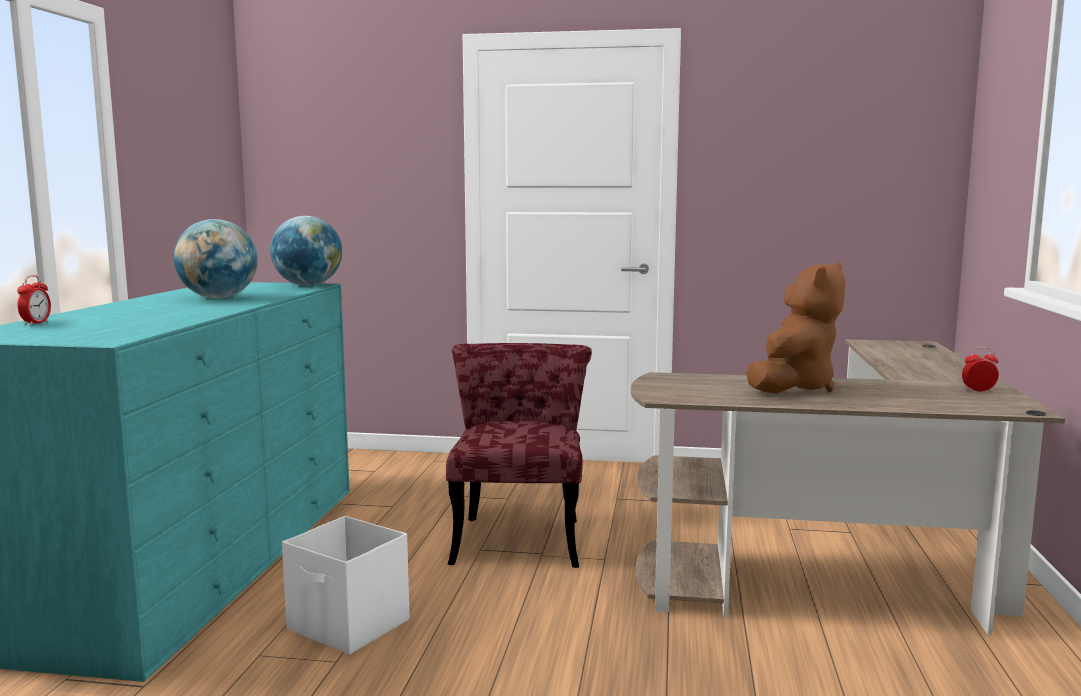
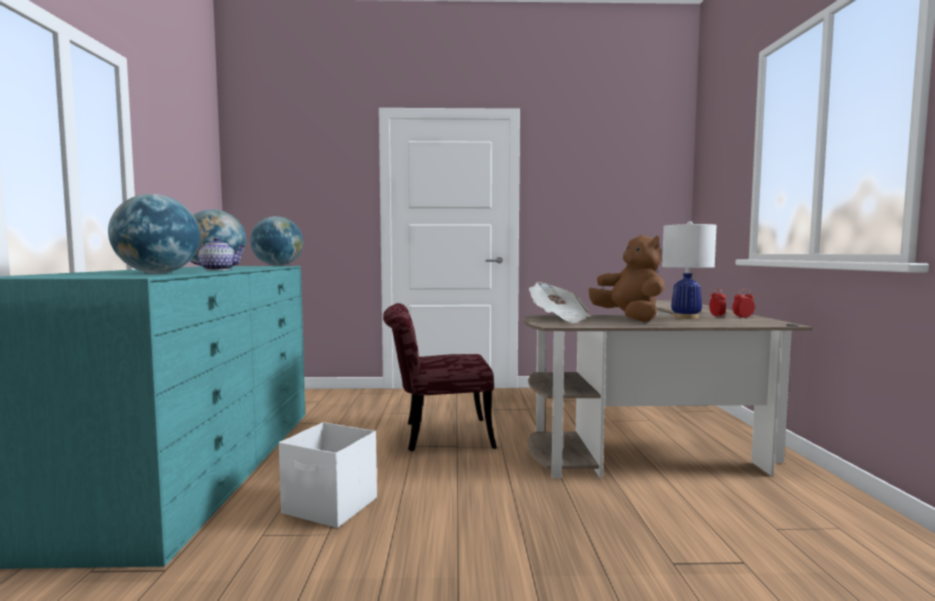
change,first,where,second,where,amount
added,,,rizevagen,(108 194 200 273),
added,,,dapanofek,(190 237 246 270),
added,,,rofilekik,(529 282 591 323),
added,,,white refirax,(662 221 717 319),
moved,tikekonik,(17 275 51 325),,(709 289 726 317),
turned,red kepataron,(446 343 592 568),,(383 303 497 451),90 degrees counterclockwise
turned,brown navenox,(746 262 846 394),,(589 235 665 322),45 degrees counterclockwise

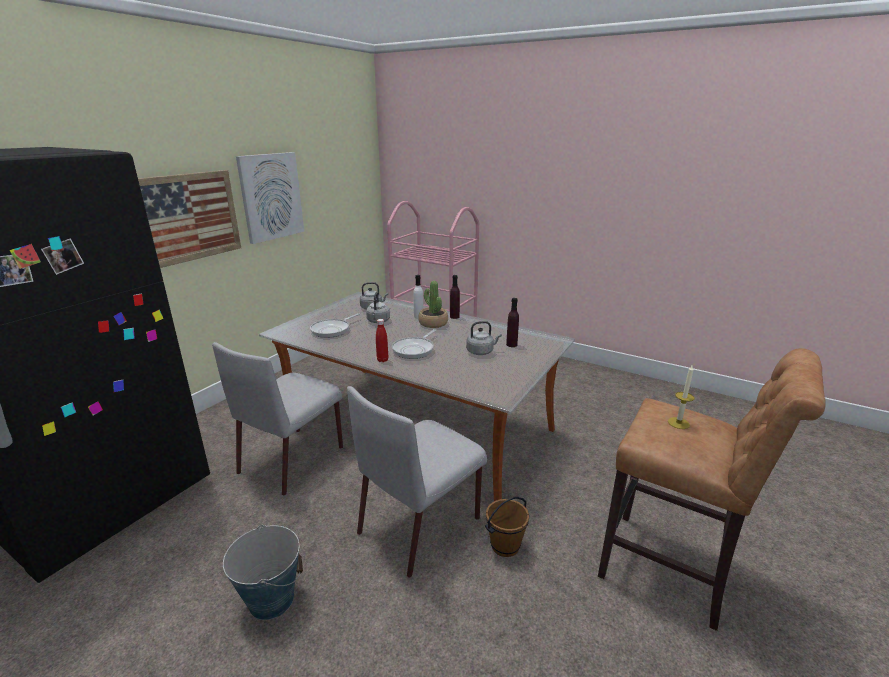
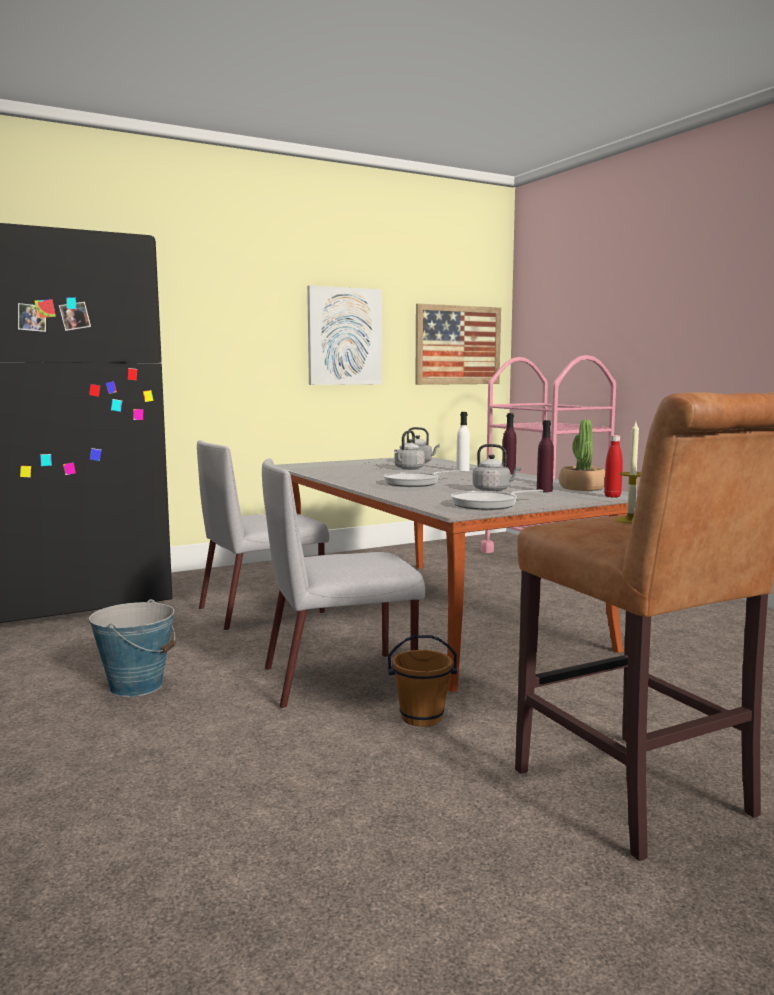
change,first,where,second,where,amount
moved,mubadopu,(138 170 241 268),,(415 304 501 385),
moved,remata,(310 313 360 338),,(451 490 543 510),
moved,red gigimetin,(376 319 388 362),,(604 435 623 497),
moved,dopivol,(418 281 448 328),,(559 419 605 491),

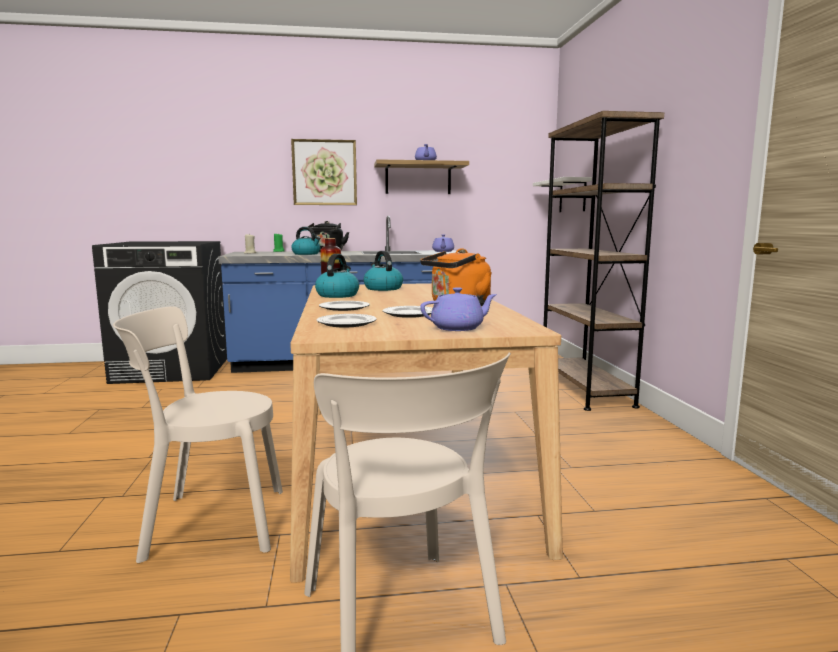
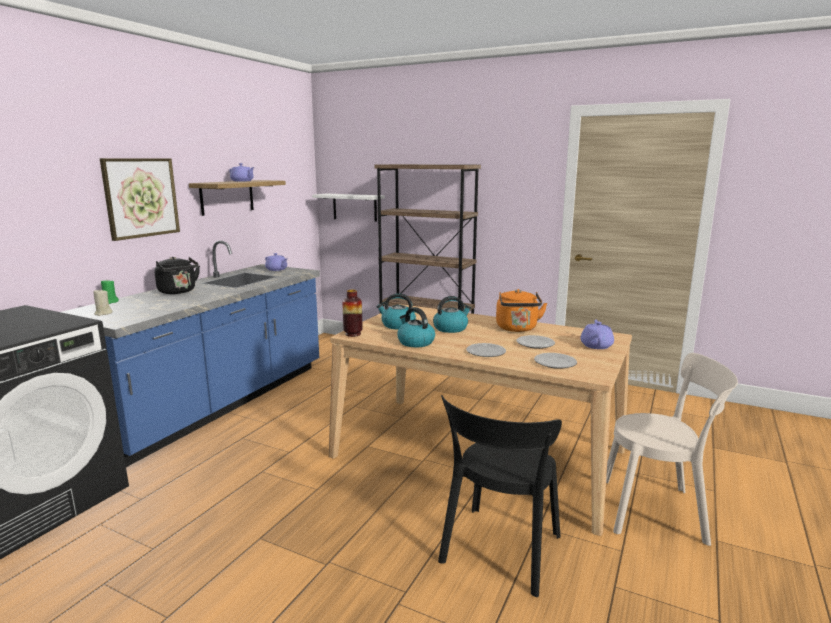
change,first,where,second,where,amount
moved,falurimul,(291 227 321 255),,(433 296 471 333),
recoloured,beige kepataron,(113 306 283 563),black kepataron,(438 395 562 597),

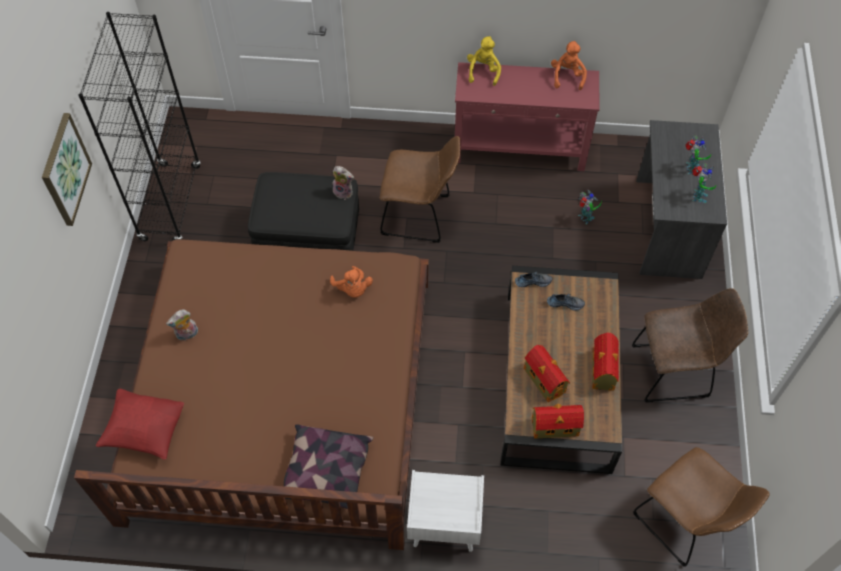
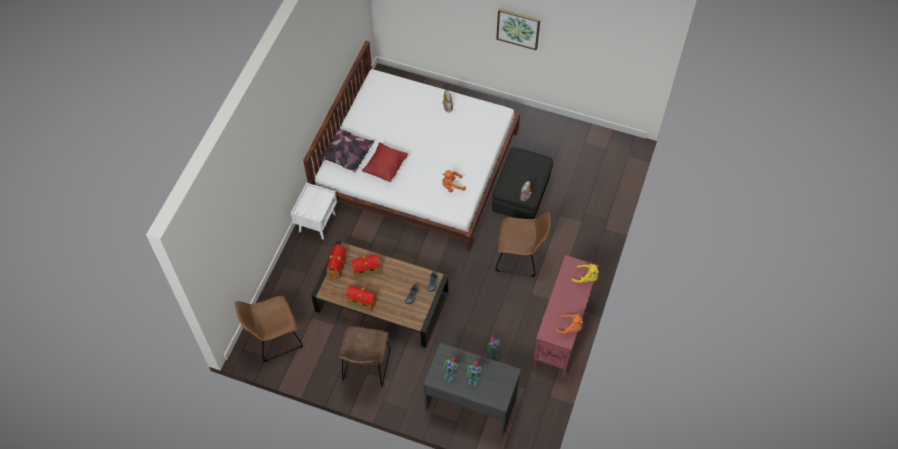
change,first,where,second,where,amount
removed,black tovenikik,(78 12 201 241),,,
moved,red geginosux,(96 389 184 460),,(362 142 408 182),
recoloured,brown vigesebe,(74 239 429 550),white vigesebe,(303 41 520 251),
turned,brown kepataron,(380 136 460 243),,(495 212 551 277),105 degrees counterclockwise

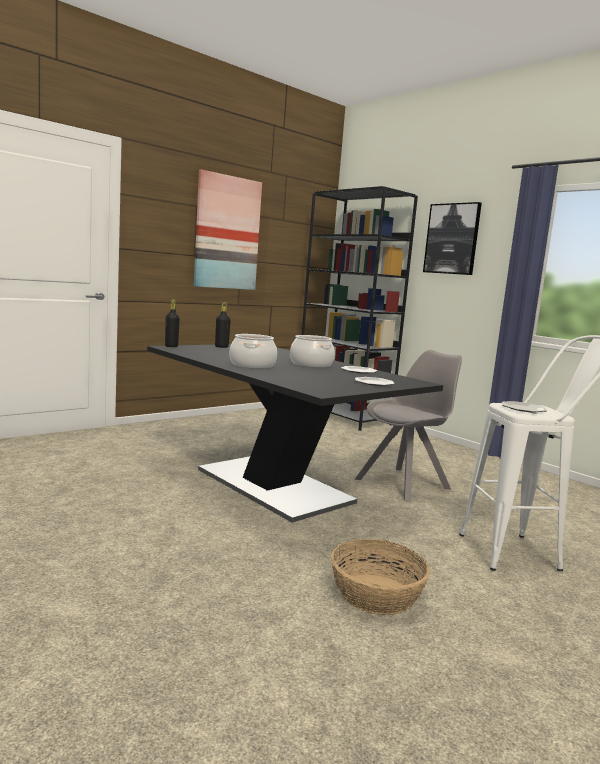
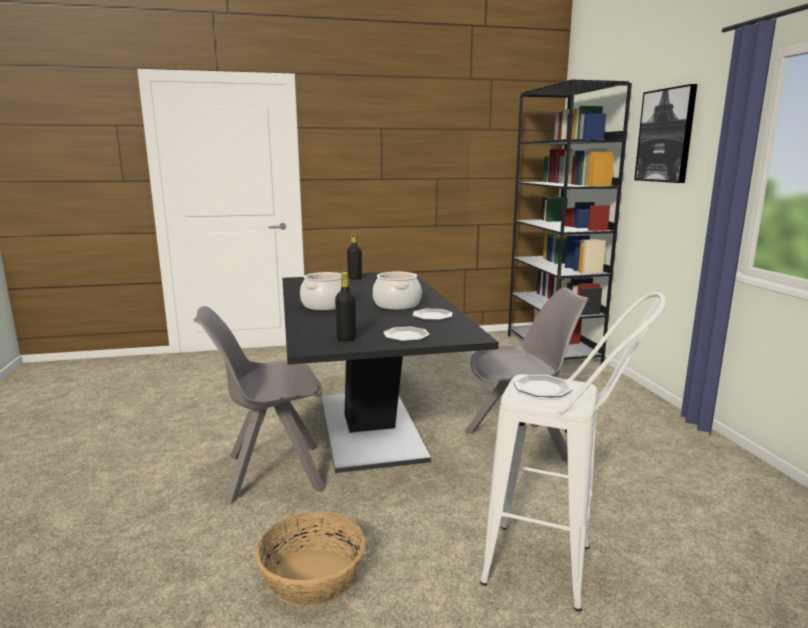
change,first,where,second,where,amount
removed,mubadopu,(194 169 262 290),,,
added,,,grey kepataron,(194 306 326 504),
moved,black gigimetin,(165 299 180 347),,(335 272 356 342),

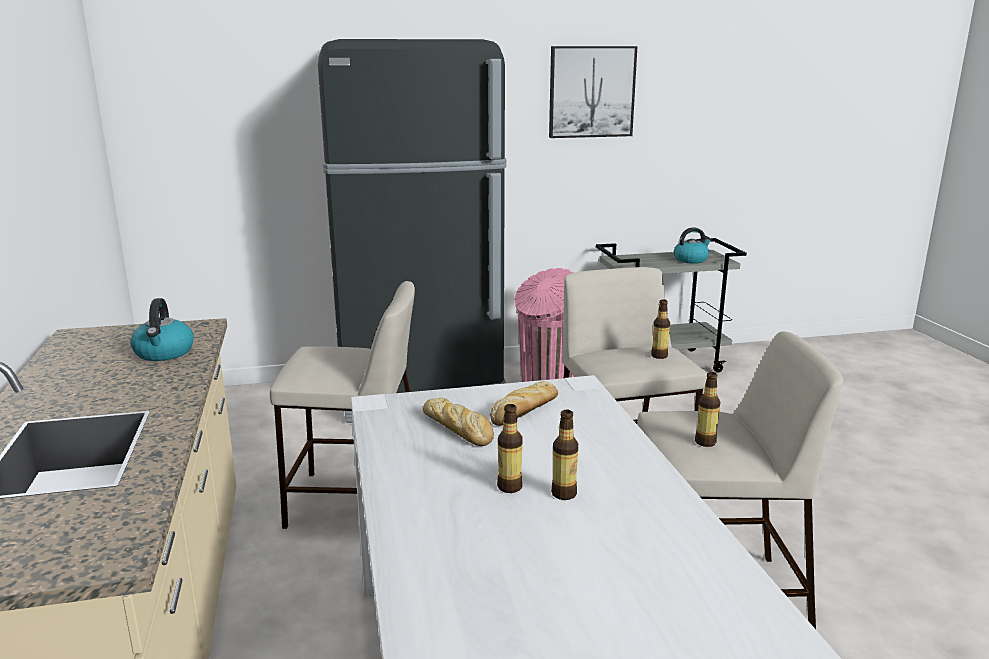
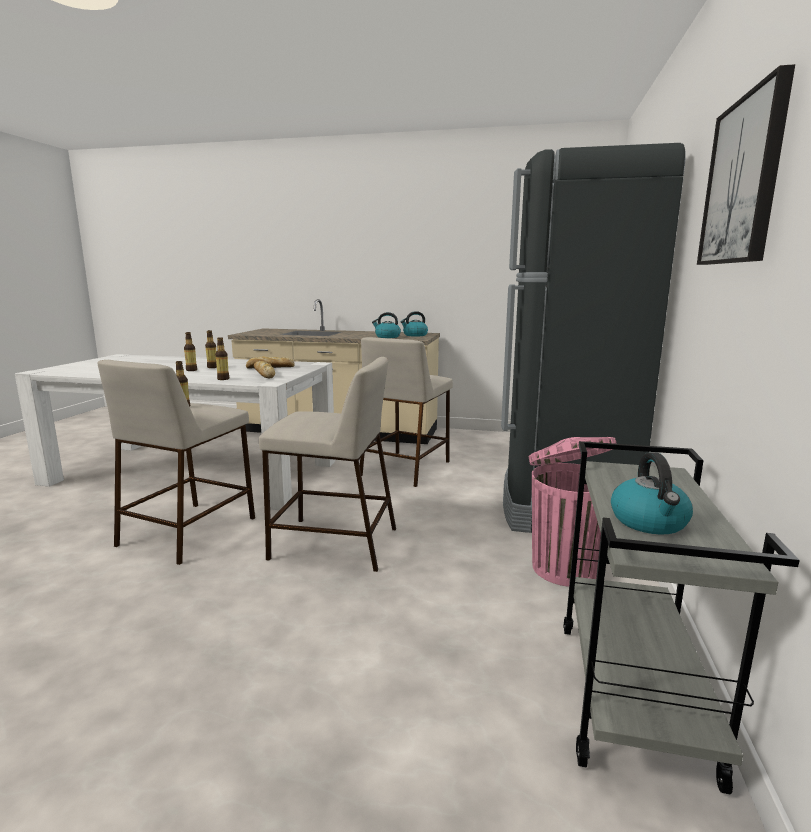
change,first,where,second,where,amount
added,,,falurimul,(400 311 428 336),
moved,gigimetin,(651 299 670 359),,(215 337 229 380),

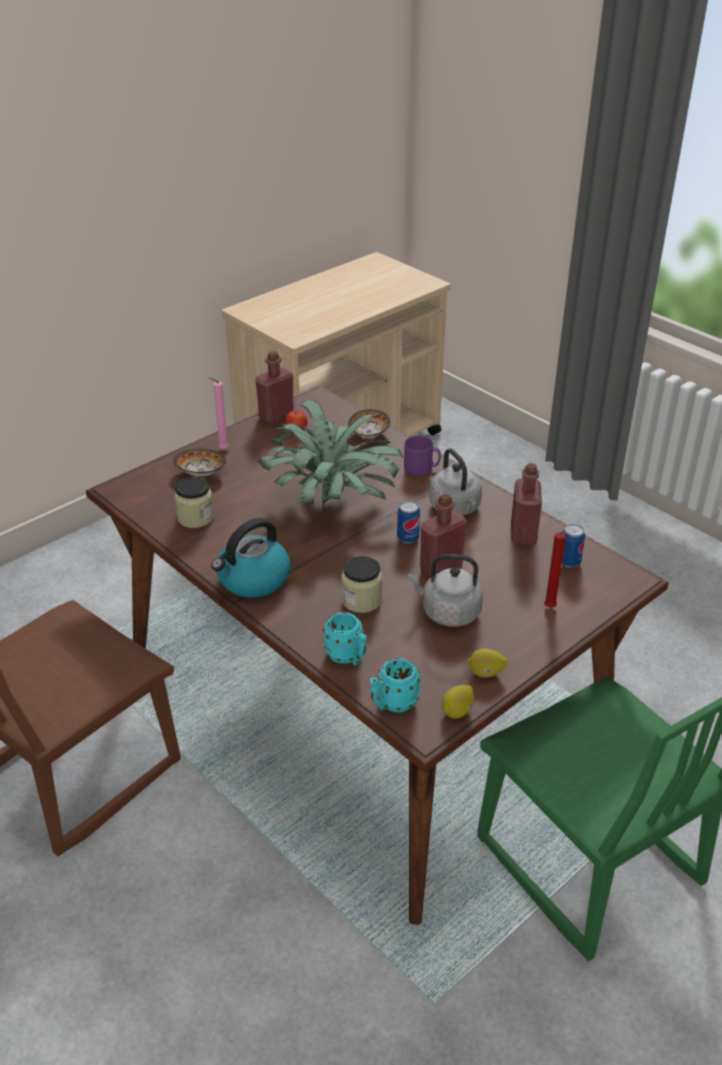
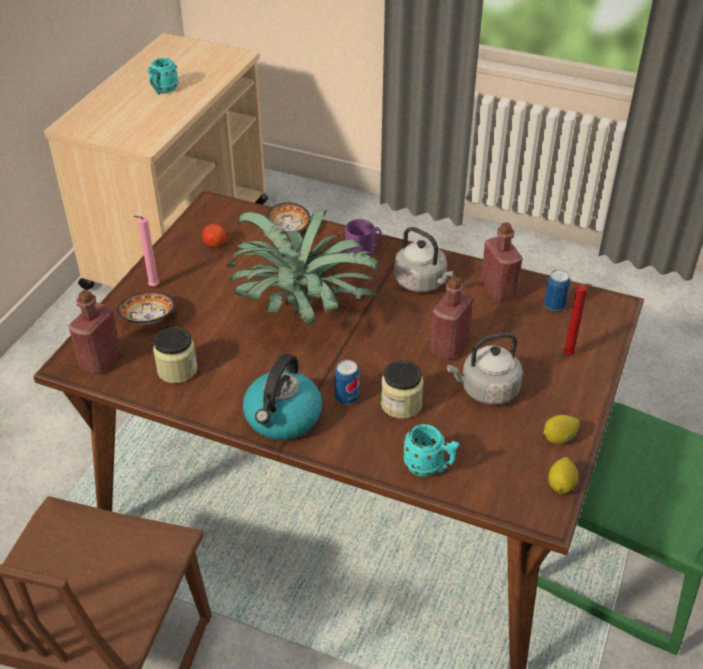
change,first,where,second,where,amount
moved,red gigimetin,(255 351 294 424),,(68 290 121 374),
moved,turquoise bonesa,(369 658 420 712),,(147 58 178 94),
moved,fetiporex,(397 501 420 543),,(335 360 360 404),

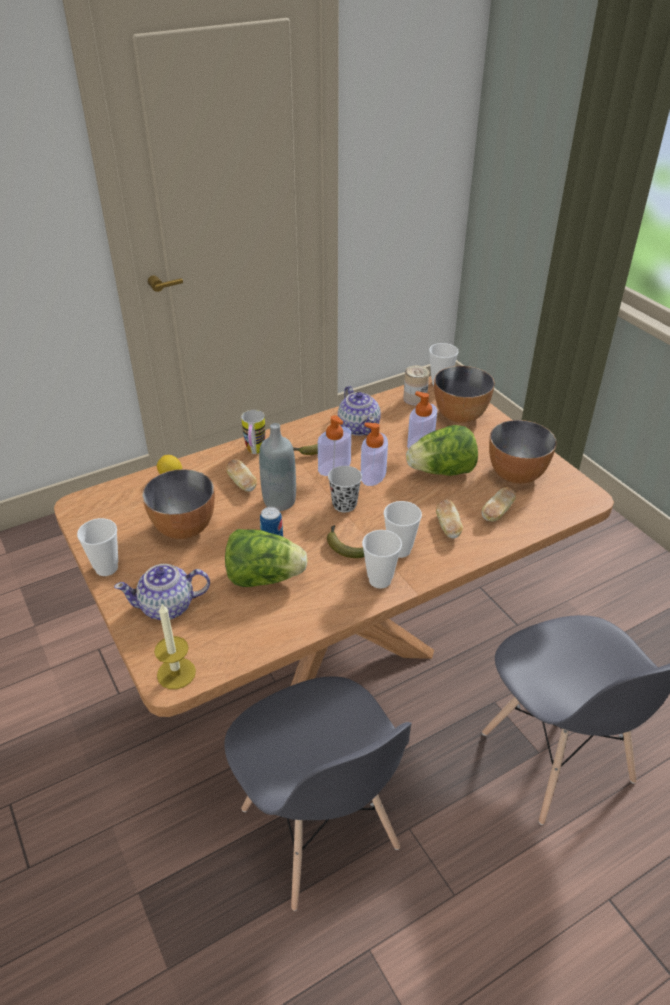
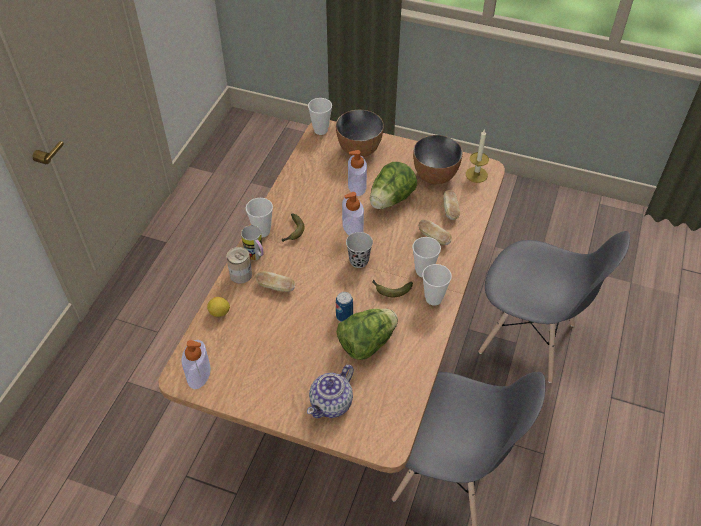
change,first,where,second,where,amount
removed,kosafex,(142 469 215 539),,,
removed,grey gigimetin,(259 423 296 511),,,
removed,dapanofek,(338 386 381 436),,,
moved,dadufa,(77 518 118 576),,(246 198 273 237),
moved,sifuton,(154 604 196 689),,(466 129 489 183),
moved,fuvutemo,(318 415 351 476),,(181 340 211 389),
moved,fetiporex,(403 366 429 406),,(226 247 252 284),

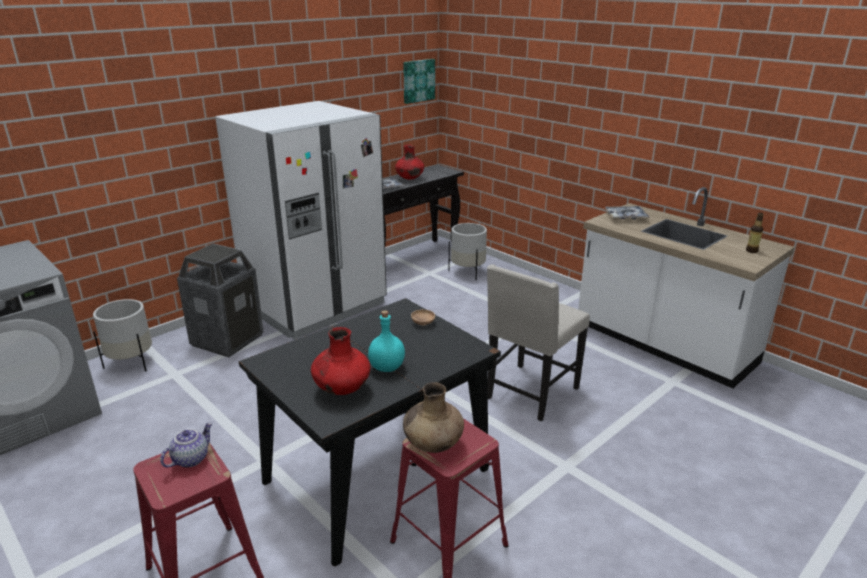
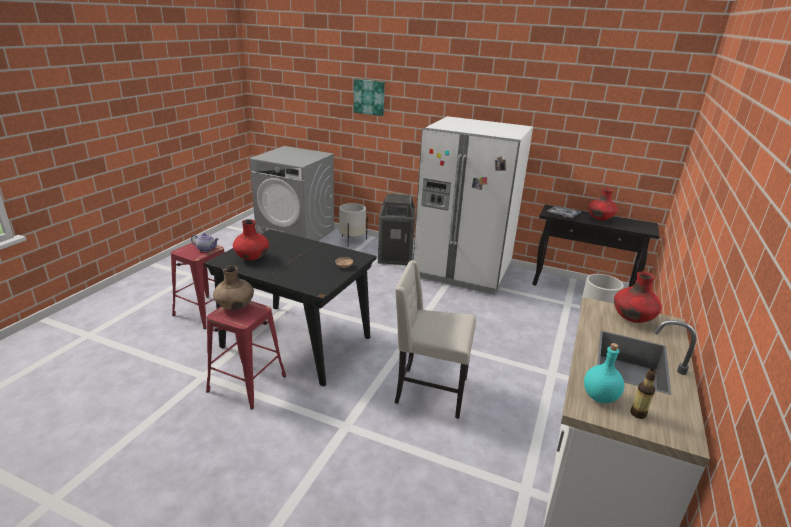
change,first,where,second,where,amount
moved,turquoise gigimetin,(368 310 405 372),,(584 343 624 403),
moved,mubadopu,(403 59 435 104),,(354 79 385 116),
replaced,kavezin,(605 206 650 220),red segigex,(614 272 662 323),

